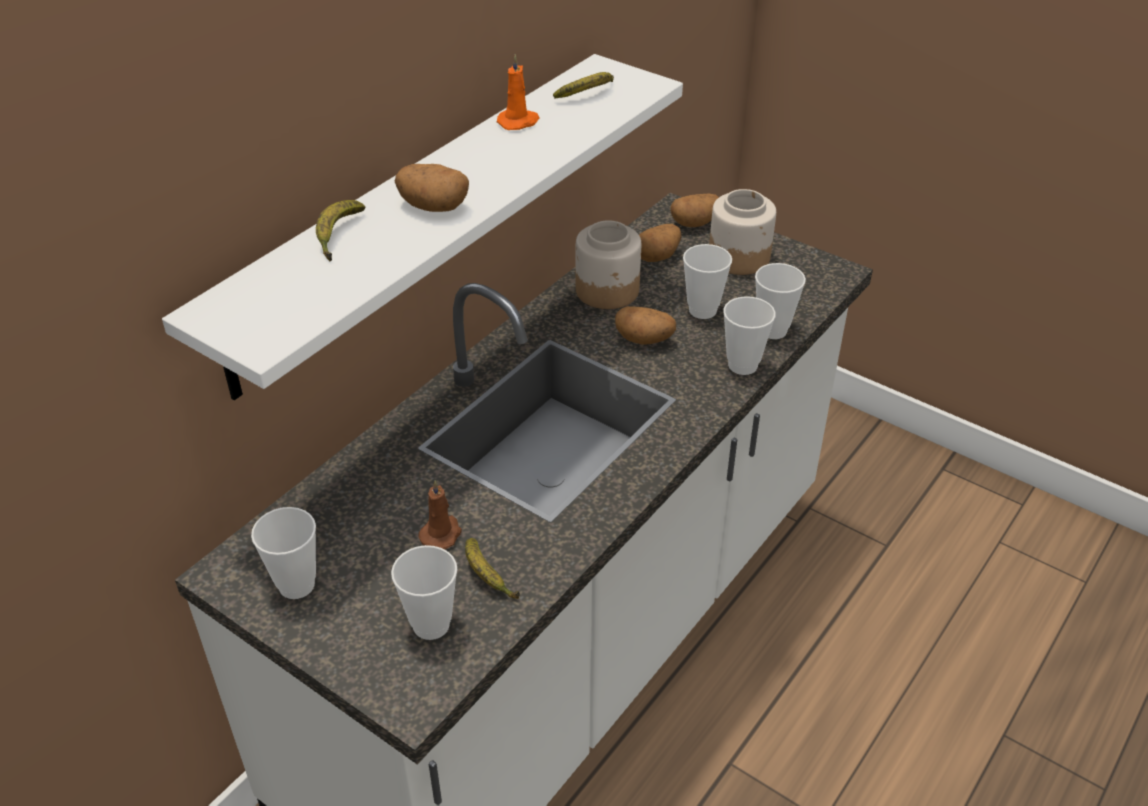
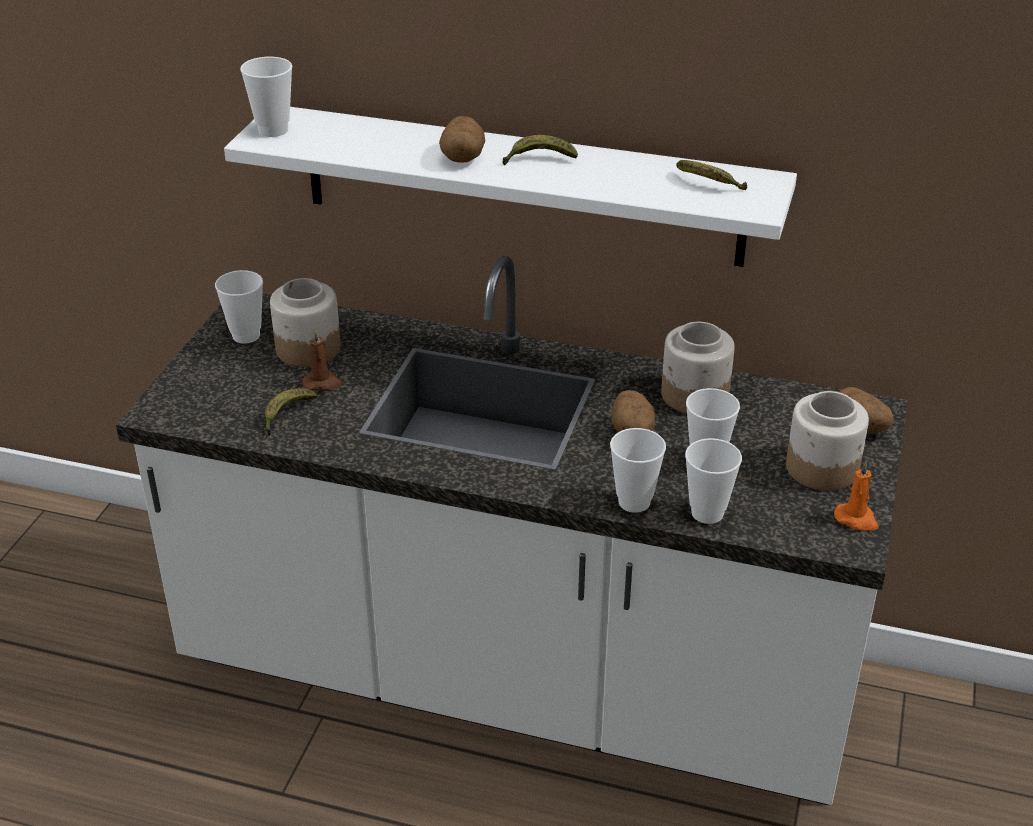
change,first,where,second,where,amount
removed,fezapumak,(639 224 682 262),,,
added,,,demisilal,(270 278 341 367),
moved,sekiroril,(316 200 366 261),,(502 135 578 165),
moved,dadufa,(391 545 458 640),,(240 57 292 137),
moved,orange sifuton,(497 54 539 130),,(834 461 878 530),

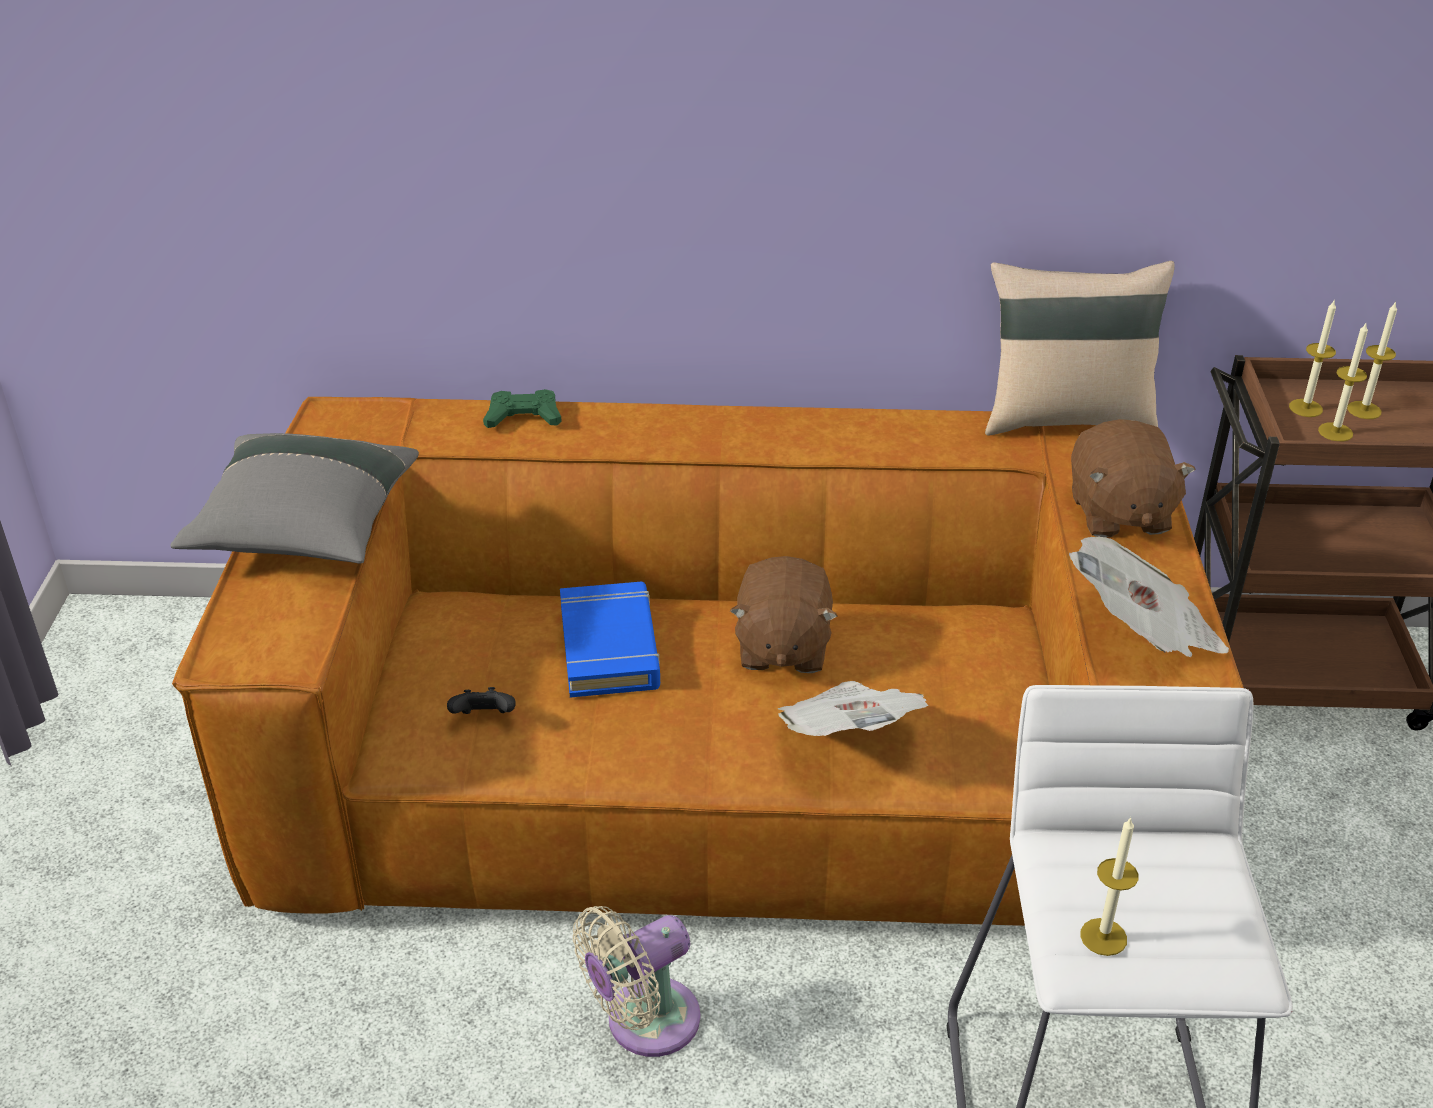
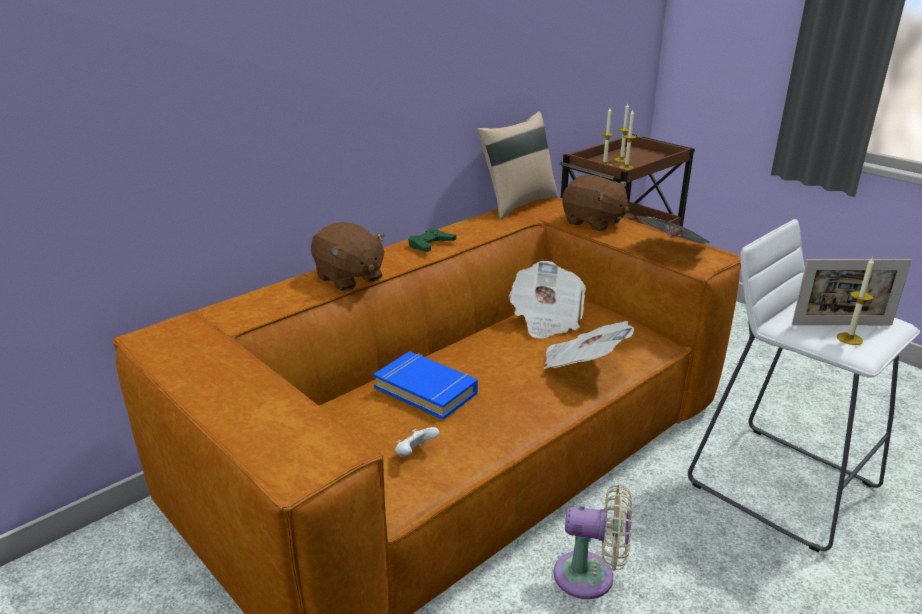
change,first,where,second,where,amount
removed,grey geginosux,(170 433 419 564),,,
added,,,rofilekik,(509 261 586 339),
added,,,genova,(792 259 912 325),
moved,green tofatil,(483 389 562 428),,(408 228 456 252),
moved,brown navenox,(730 556 837 673),,(311 222 386 291),
recoloured,black tofatil,(447 687 516 714),white tofatil,(395 427 440 457),
turned,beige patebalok,(573 906 700 1057),,(554 484 632 599),90 degrees counterclockwise

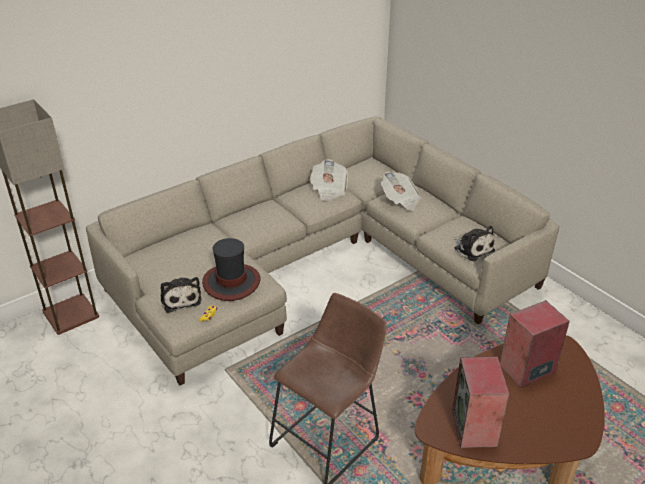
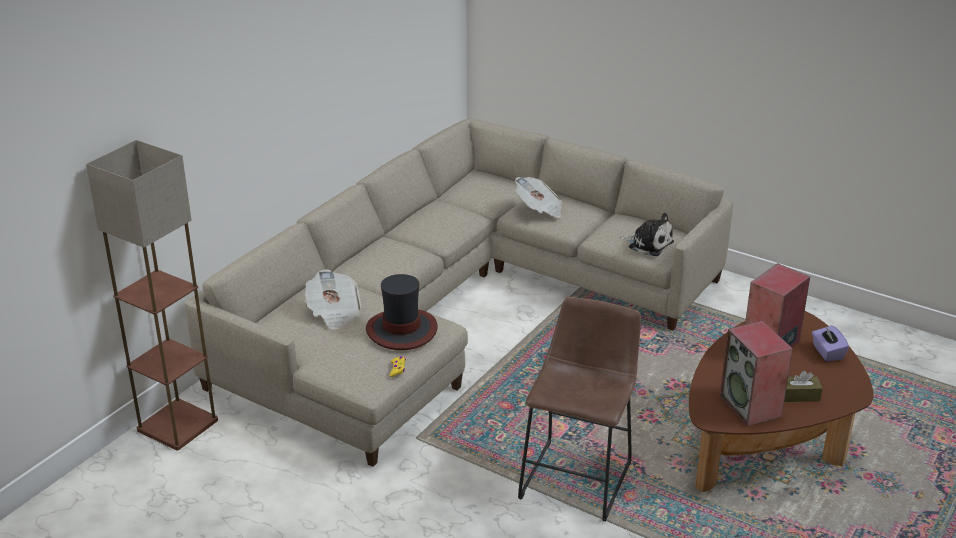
change,first,where,second,where,amount
removed,navenox,(161 277 202 313),,,
added,,,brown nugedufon,(784 371 823 402),
added,,,purple nugedufon,(812 325 849 361),
moved,rofilekik,(310 159 349 201),,(305 269 361 330),

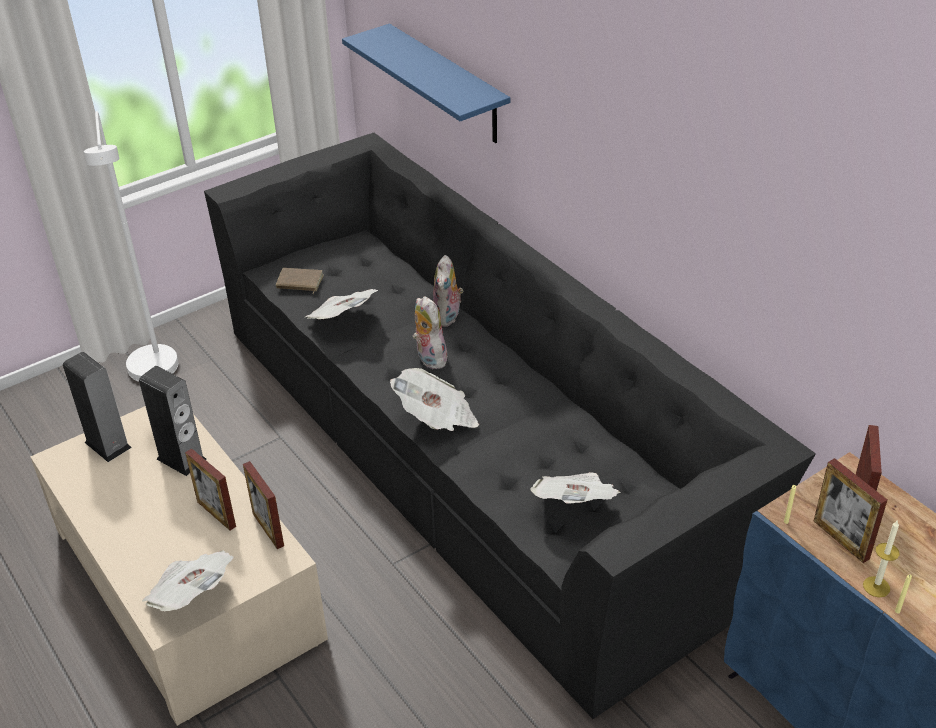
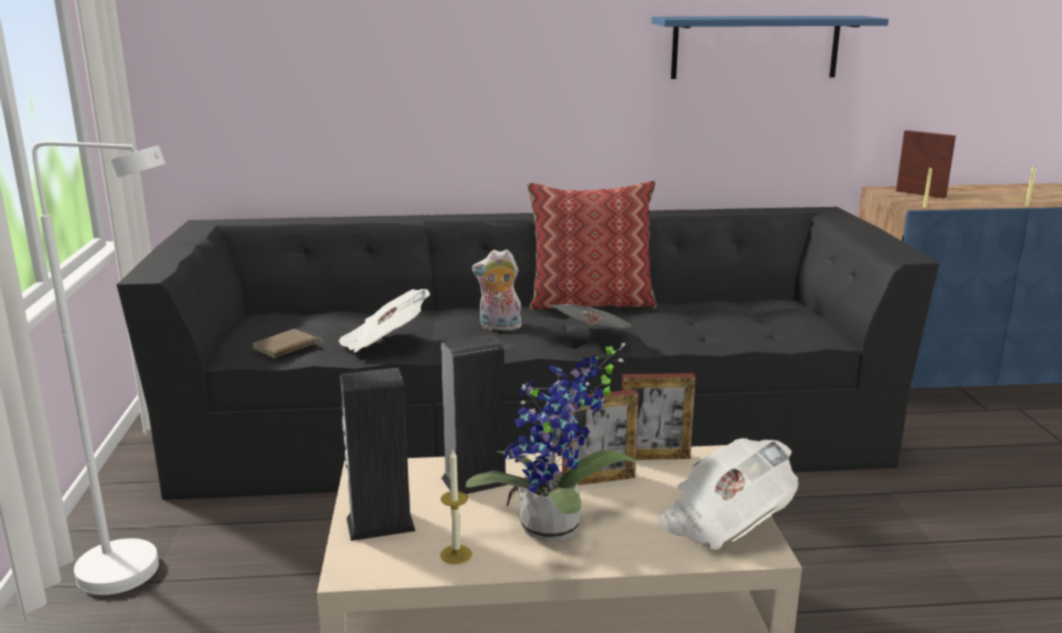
change,first,where,second,where,amount
removed,navenox,(433 255 464 327),,,
removed,rofilekik,(530 472 620 503),,,
removed,genova,(814 458 887 563),,,
added,,,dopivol,(466 343 637 542),
added,,,geginosux,(527 180 656 311),
moved,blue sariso,(342 24 510 143),,(651 16 889 79),
moved,sifuton,(863 521 899 597),,(440 450 472 564),

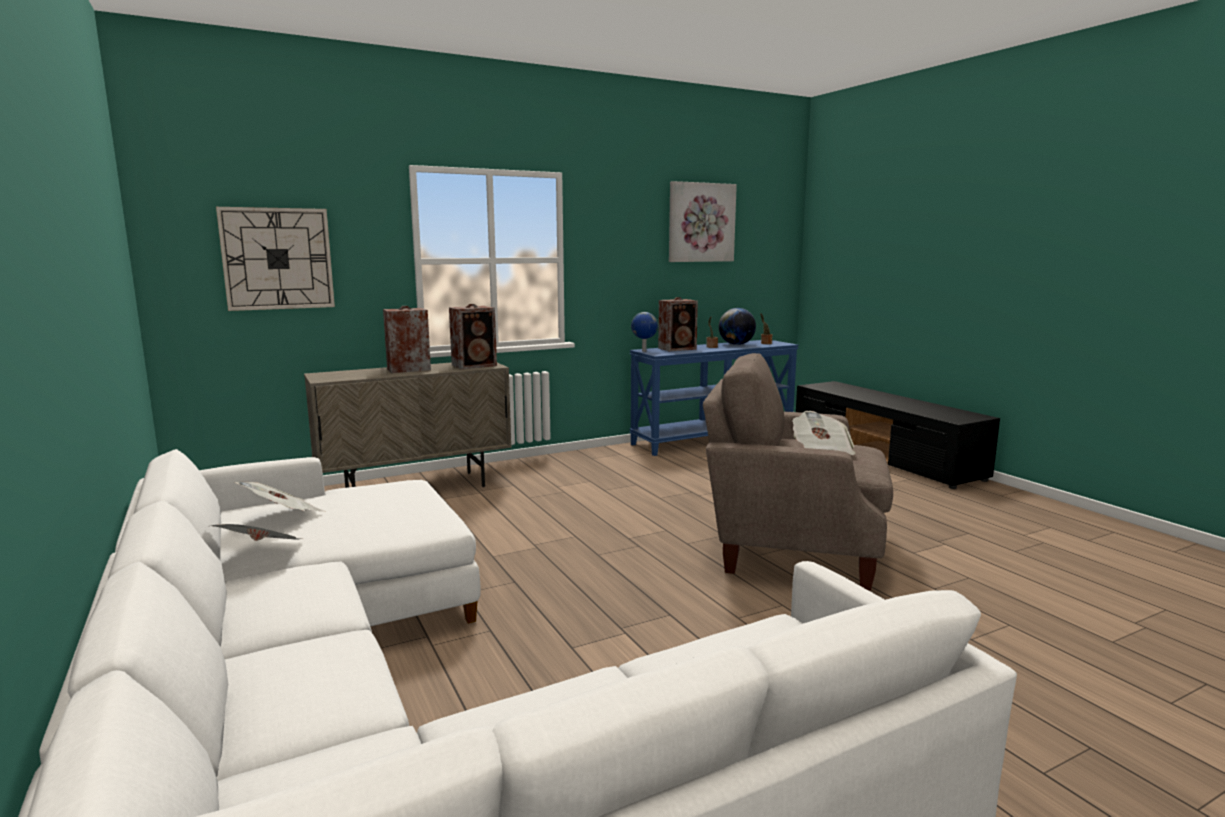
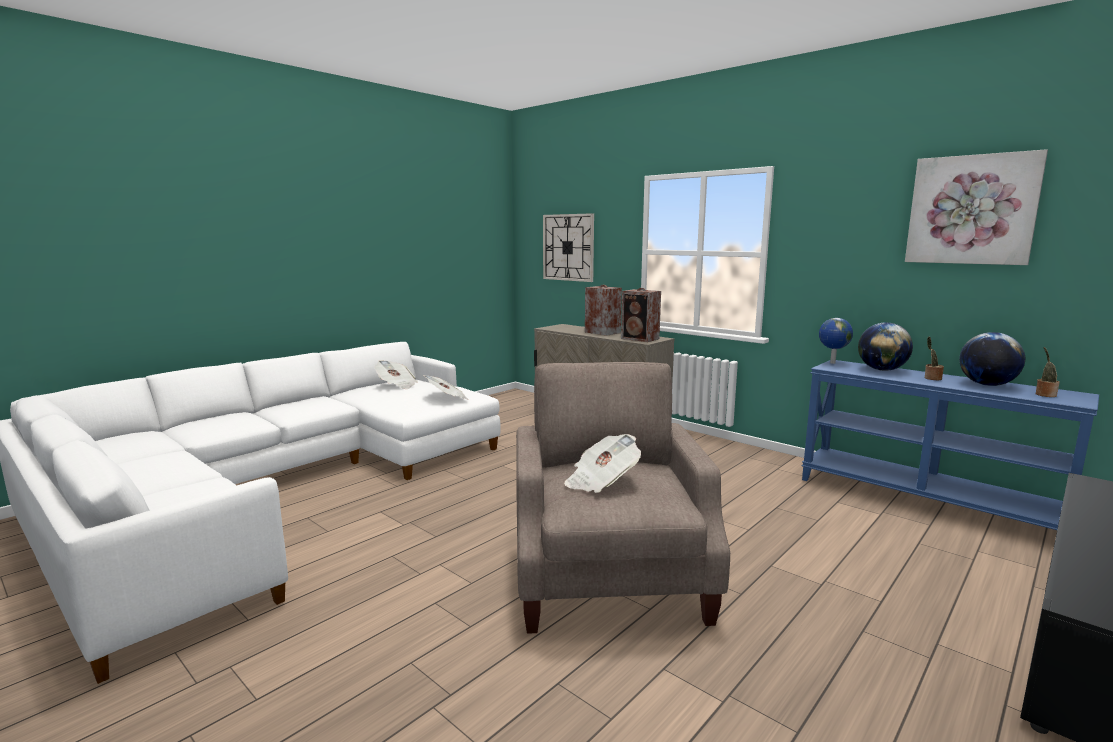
change,first,where,second,where,amount
moved,rofilekik,(211 524 303 541),,(423 375 468 399),
replaced,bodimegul,(658 297 698 351),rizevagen,(858 322 913 371),

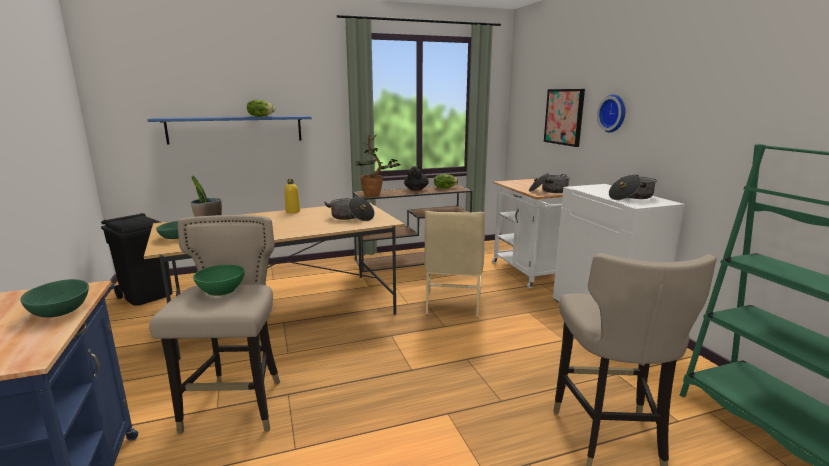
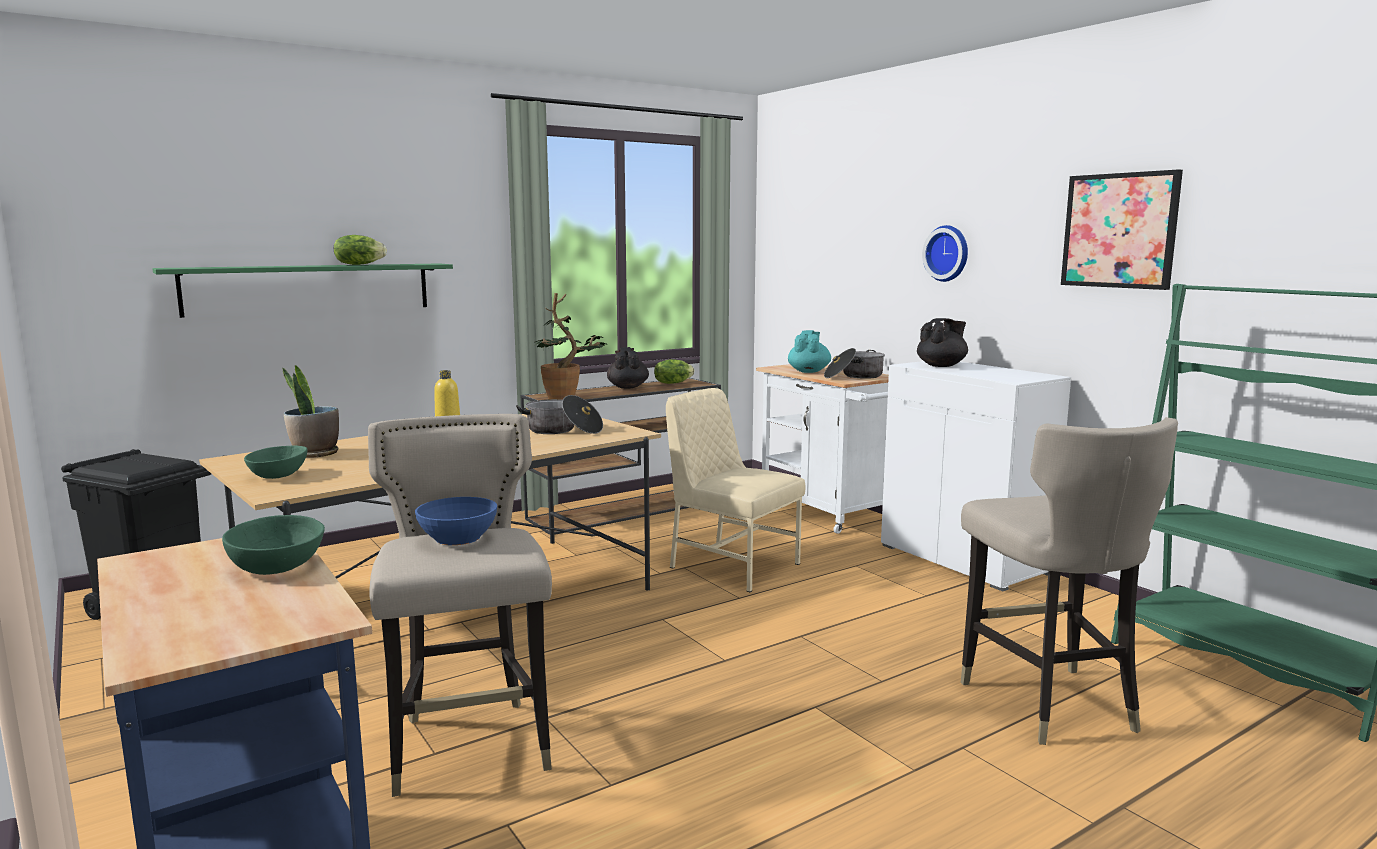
change,first,where,second,where,amount
removed,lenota,(609 175 657 200),,,
added,,,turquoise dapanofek,(788 330 831 373),
added,,,black dapanofek,(917 318 968 367),
moved,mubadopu,(544 89 585 147),,(1061 169 1183 290),
recoloured,blue sariso,(147 116 312 145),green sariso,(152 263 453 318),
recoloured,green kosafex,(193 265 245 296),blue kosafex,(415 497 497 545),
turned,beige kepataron,(424 211 485 318),,(666 388 806 592),135 degrees clockwise

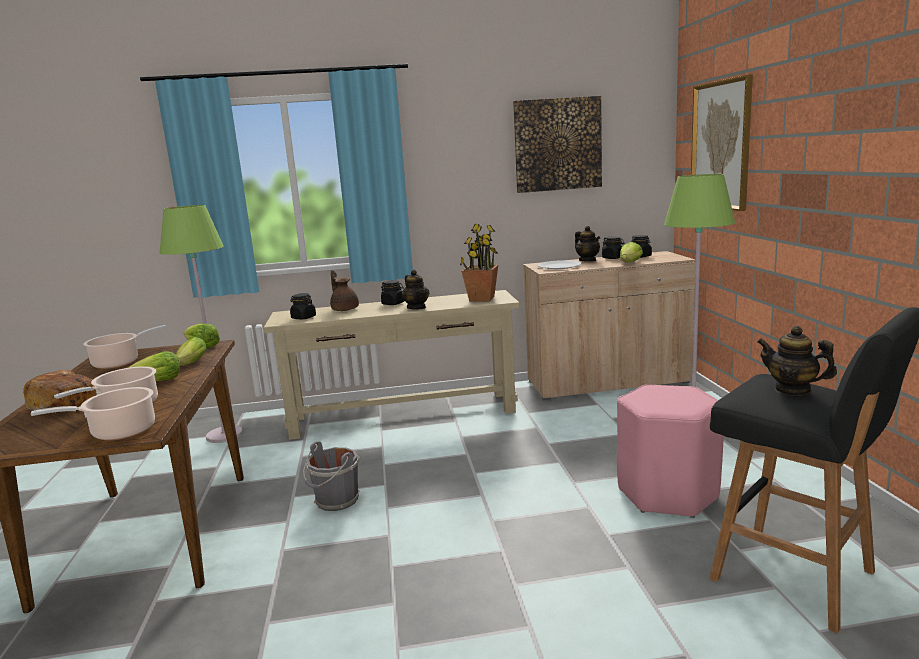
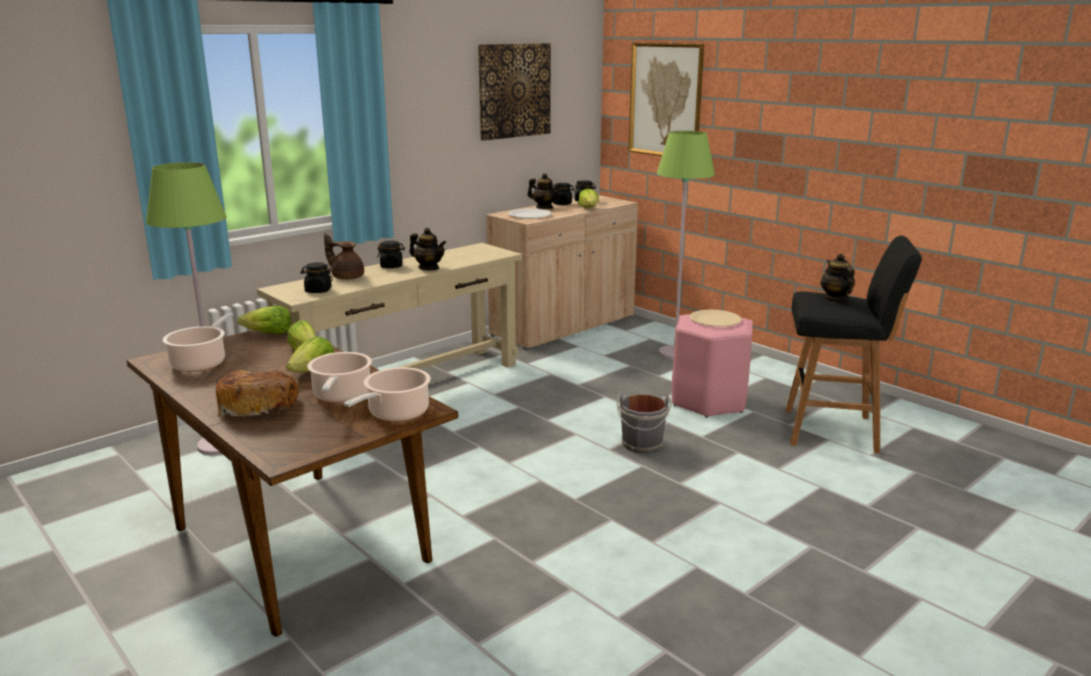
change,first,where,second,where,amount
removed,dopivol,(460 224 499 302),,,
added,,,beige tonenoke,(690 310 742 327),
moved,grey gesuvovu,(303 441 360 511),,(617 392 672 453),
turned,dapanofek,(757 326 837 396),,(821 254 855 302),75 degrees clockwise

